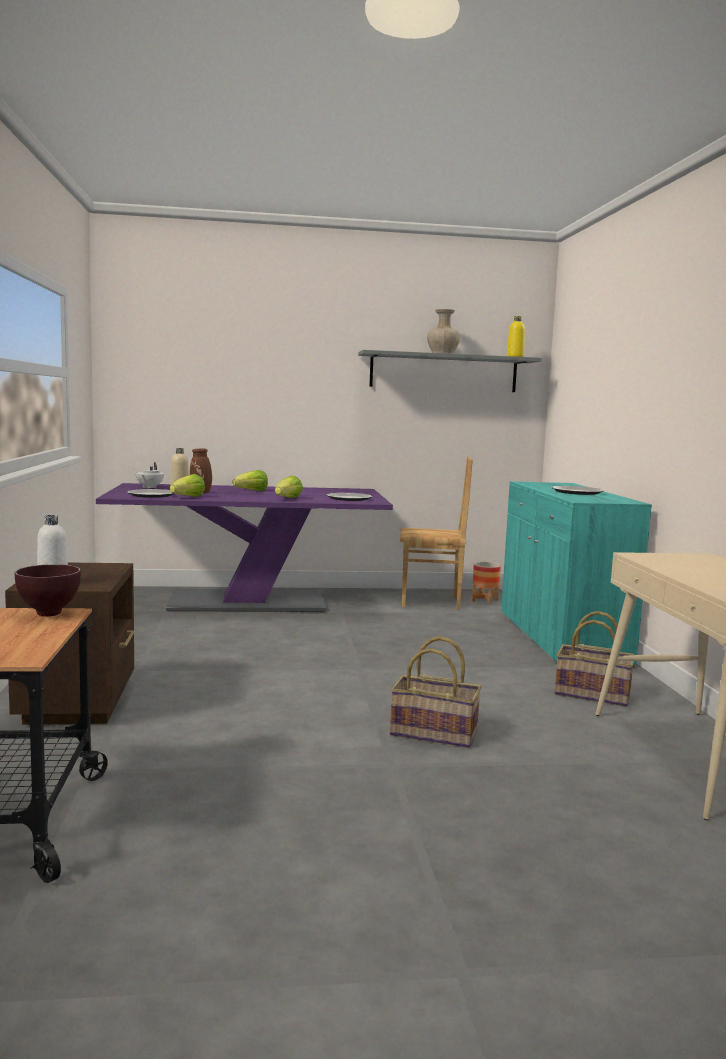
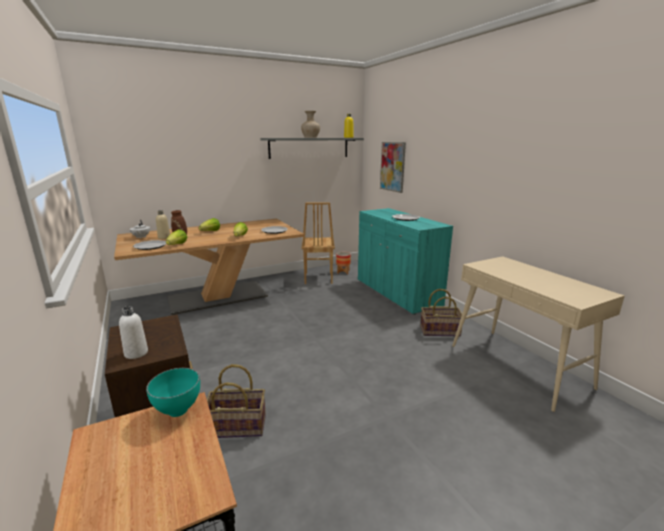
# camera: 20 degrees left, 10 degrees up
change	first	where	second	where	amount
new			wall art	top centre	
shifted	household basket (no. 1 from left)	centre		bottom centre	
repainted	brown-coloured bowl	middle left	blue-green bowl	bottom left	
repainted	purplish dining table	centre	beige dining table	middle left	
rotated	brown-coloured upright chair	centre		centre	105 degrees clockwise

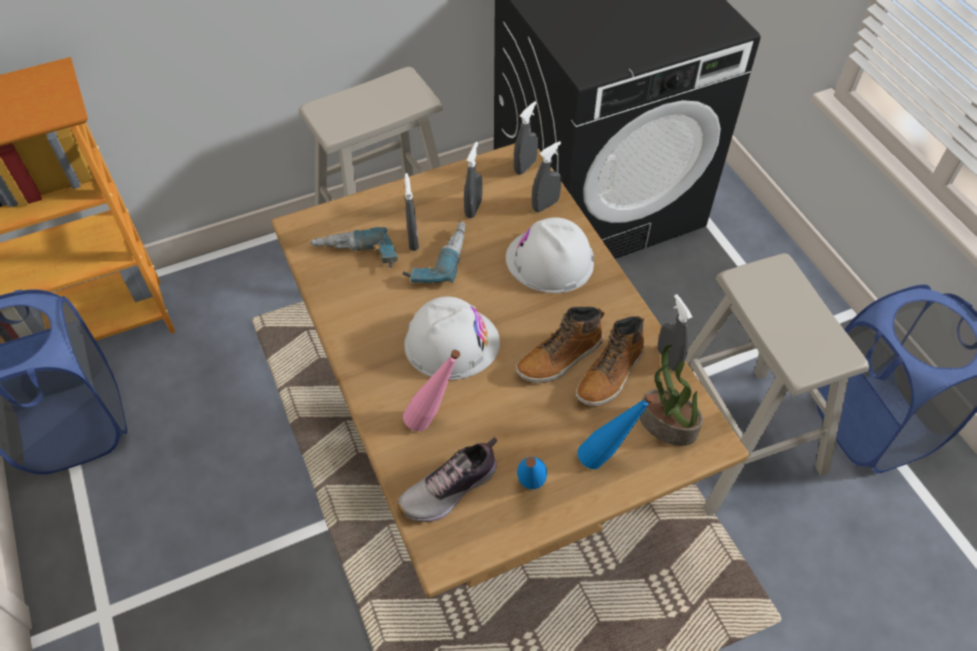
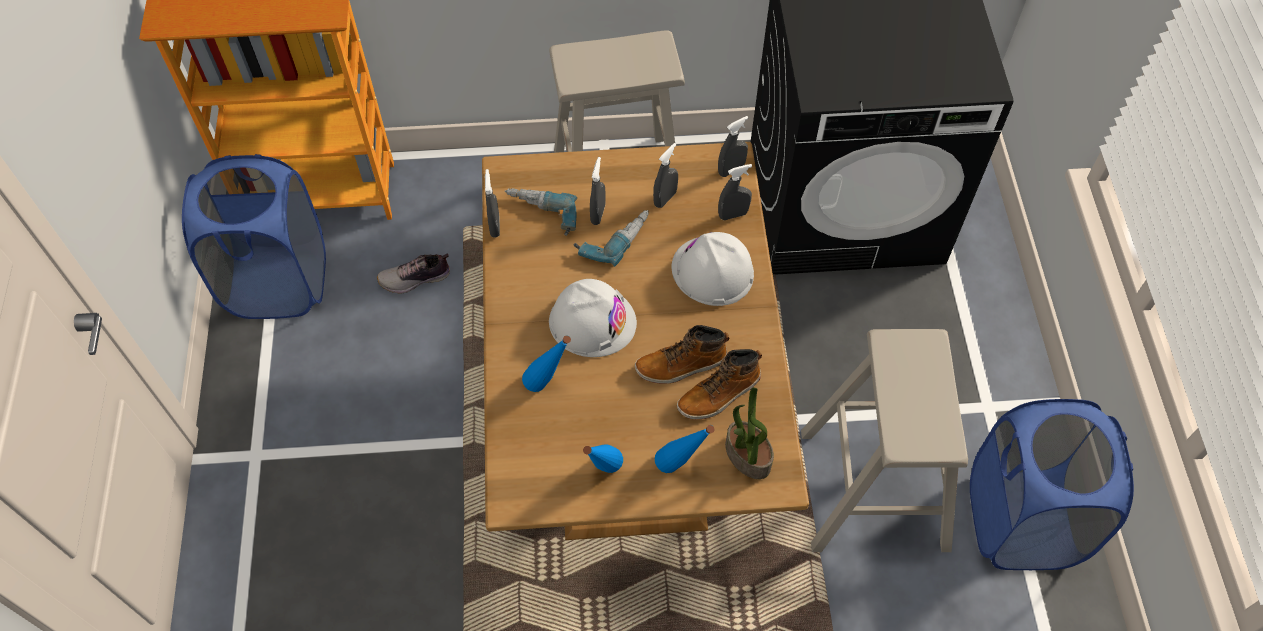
# camera: 20 degrees right, 5 degrees up
change	first	where	second	where	amount
shifted	low shoe	bottom centre		middle left	
shifted	gray sprayer (no. 5 from left in the first image)	middle right	gray sprayer (no. 1 from left)	top centre	
repainted	pink beverage bottle	centre	bluish beverage bottle (no. 1 from left)	centre	

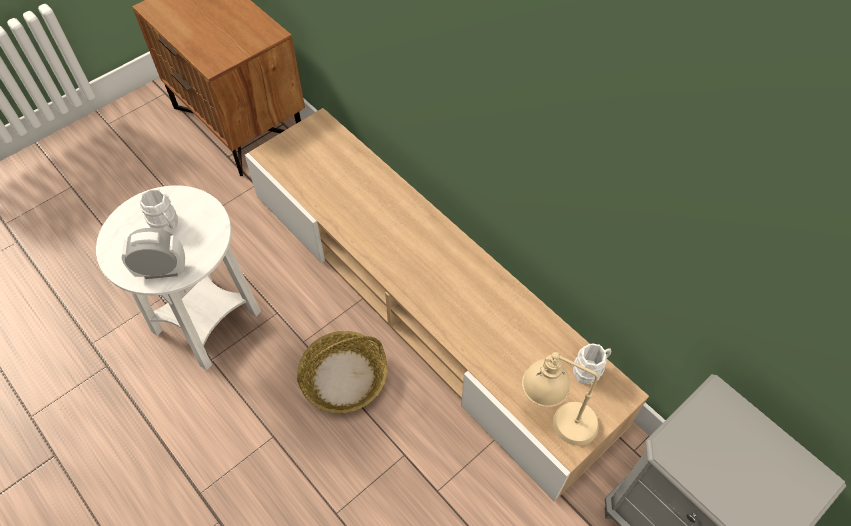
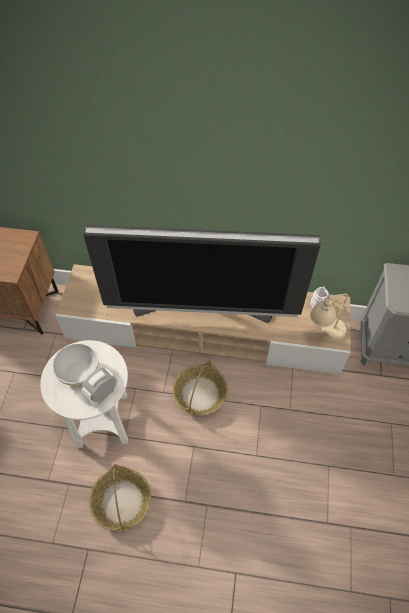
# camera: 40 degrees left, 0 degrees up
change	first	where	second	where	amount
new			television	centre	
new			household basket (no. 1 from left)	bottom left	
swapped	whitish coffee mug (no. 1 from left)	middle left	whitish bowl	middle left	

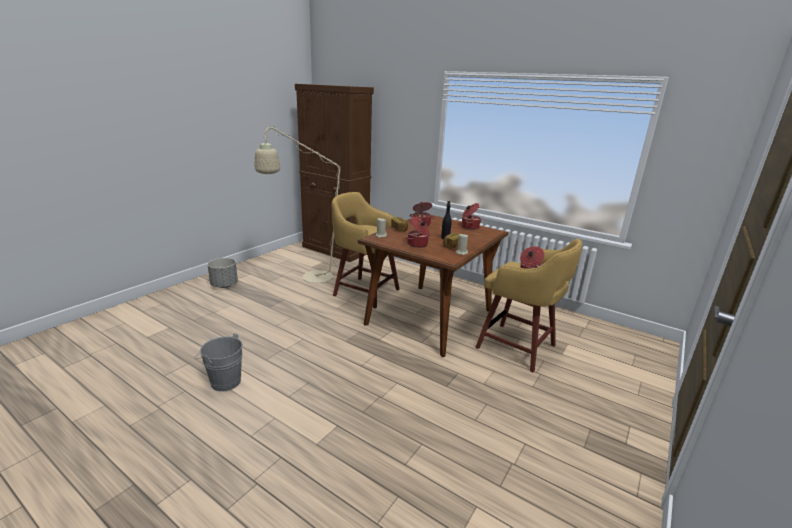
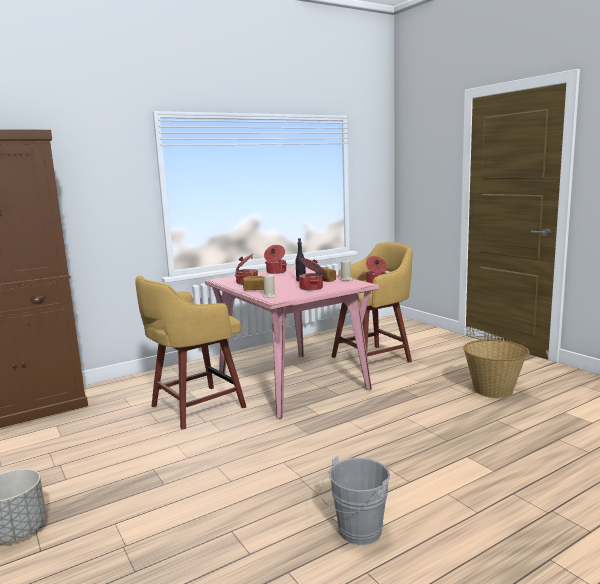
# camera: 65 degrees left, 10 degrees down
change	first	where	second	where	amount
gone	beige standing lamp	centre			
new			household basket	middle right	
repainted	brown-coloured dining table	centre	pink dining table	centre	

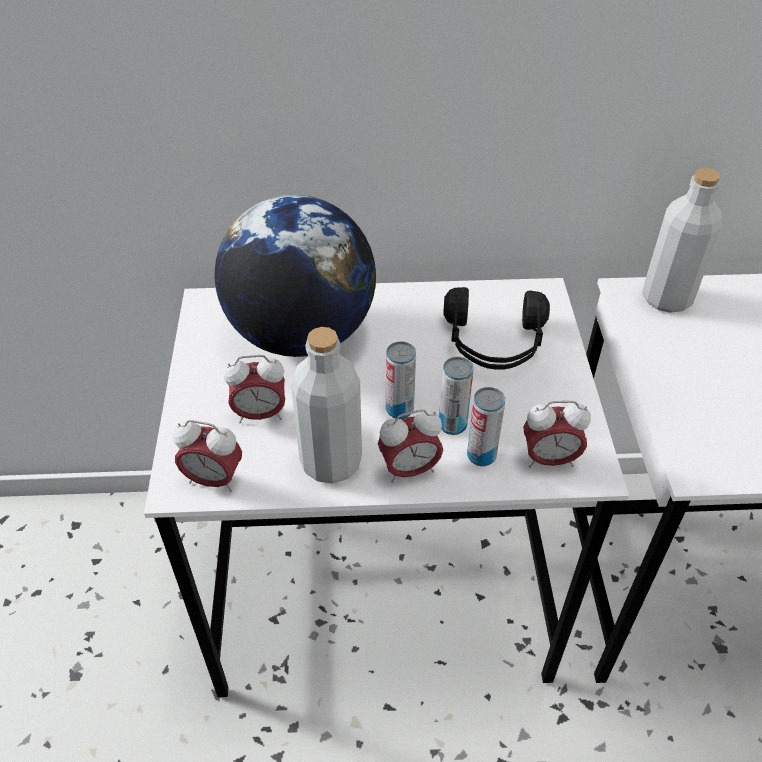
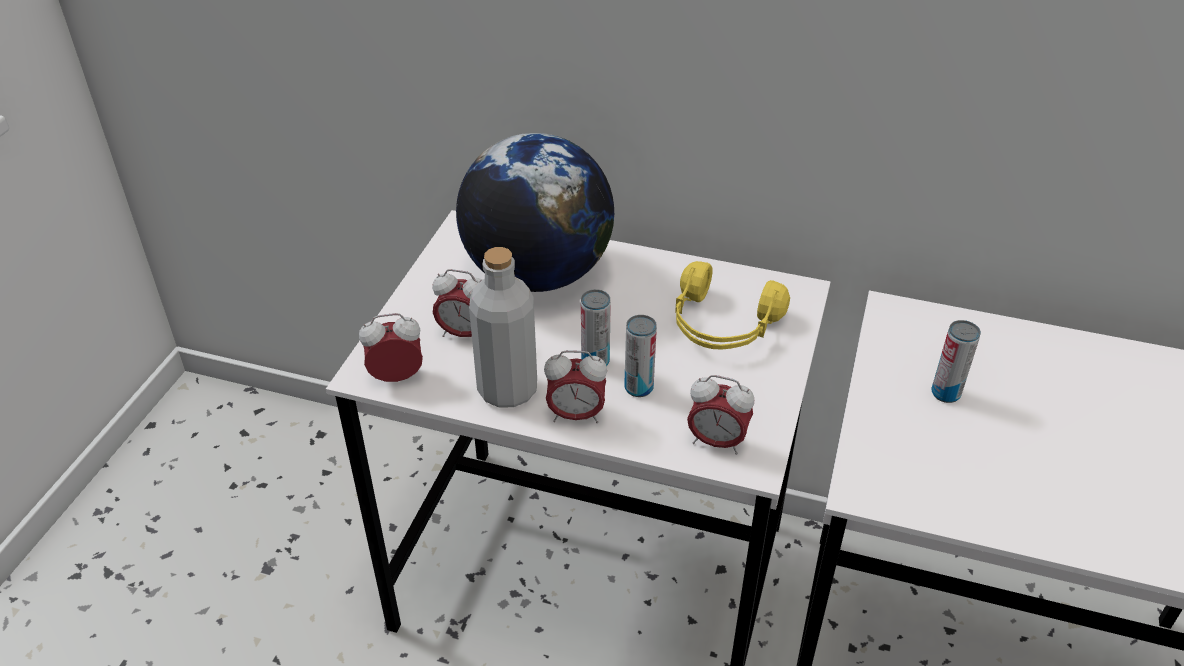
# camera: 20 degrees right, 5 degrees down
change	first	where	second	where	amount
gone	gray beverage bottle (no. 2 from left)	top right			
shifted	sealed can (no. 3 from left)	centre		middle right	
repainted	blackish pair of headphones	centre	yellow-coloured pair of headphones	centre	
rotated	table clock (no. 1 from left)	middle left		middle left	135 degrees clockwise

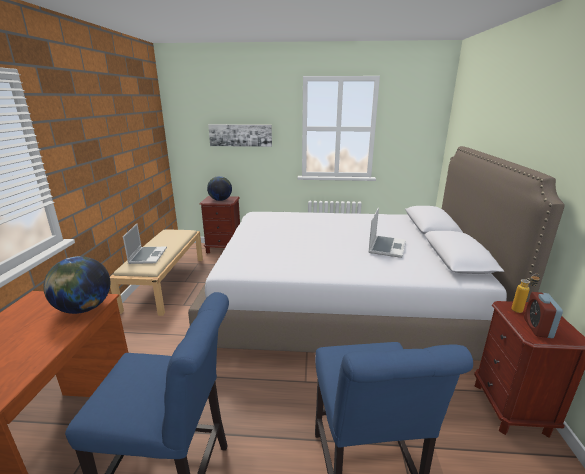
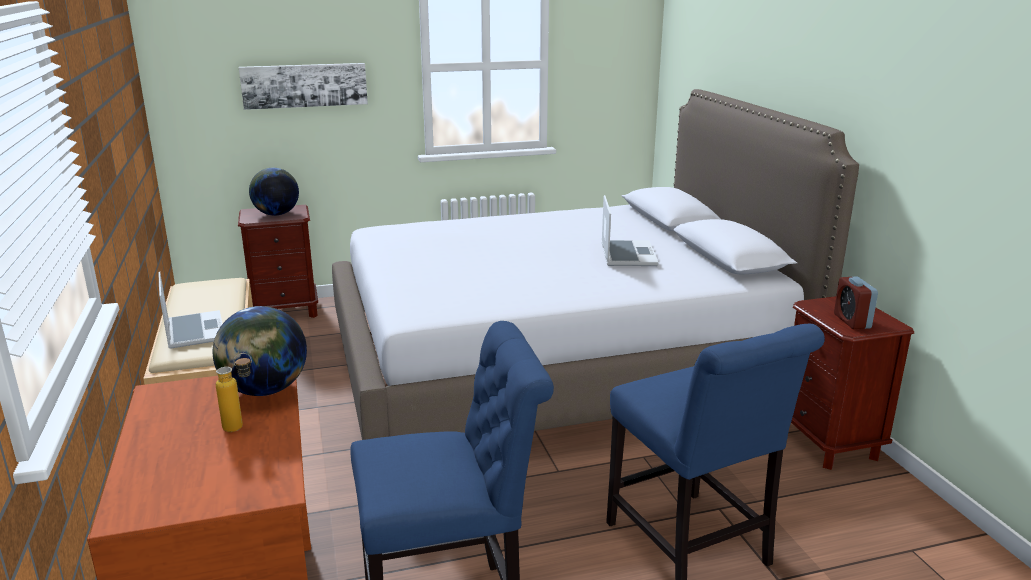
# camera: 20 degrees left, 0 degrees up
change	first	where	second	where	amount
shifted	beverage bottle	middle right		bottom left	

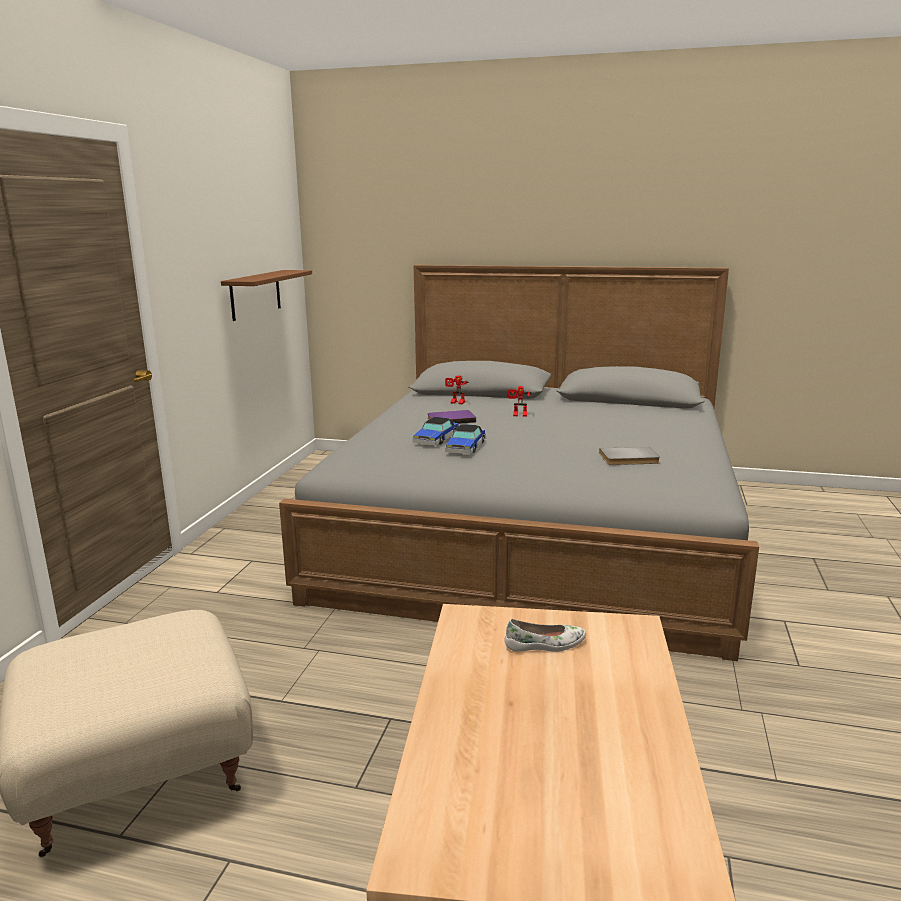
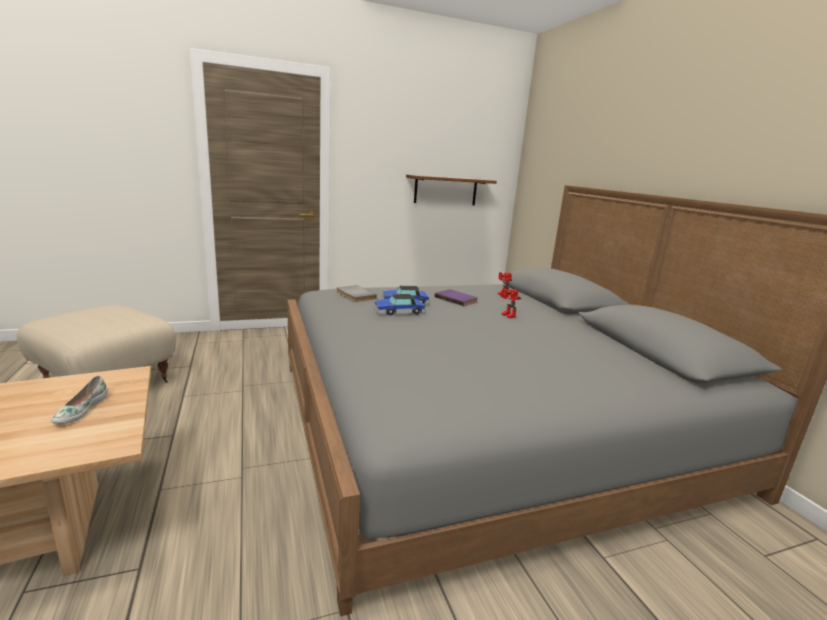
# camera: 55 degrees right, 0 degrees up
change	first	where	second	where	amount
shifted	gray bound book	middle right		centre	
rotated	whitish low shoe	bottom centre		middle left	45 degrees clockwise

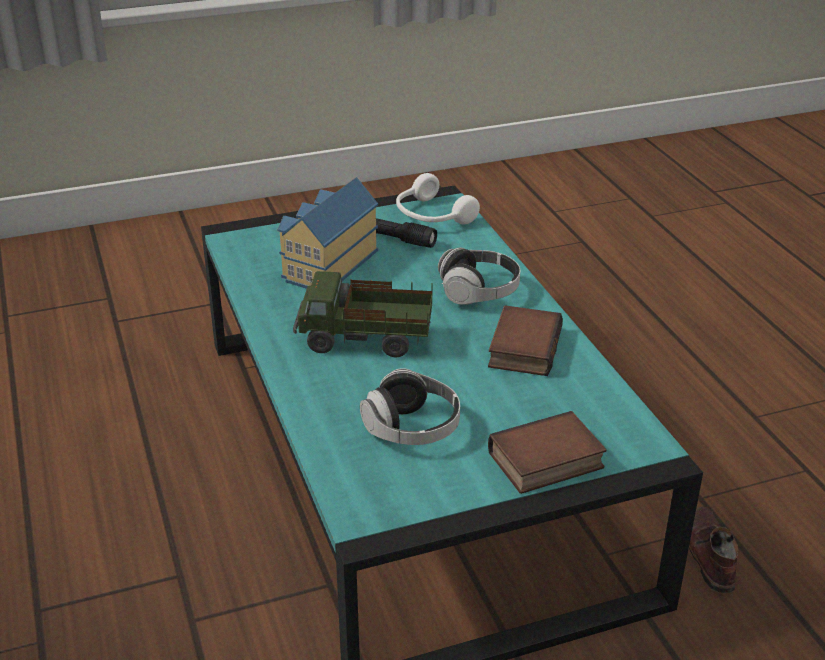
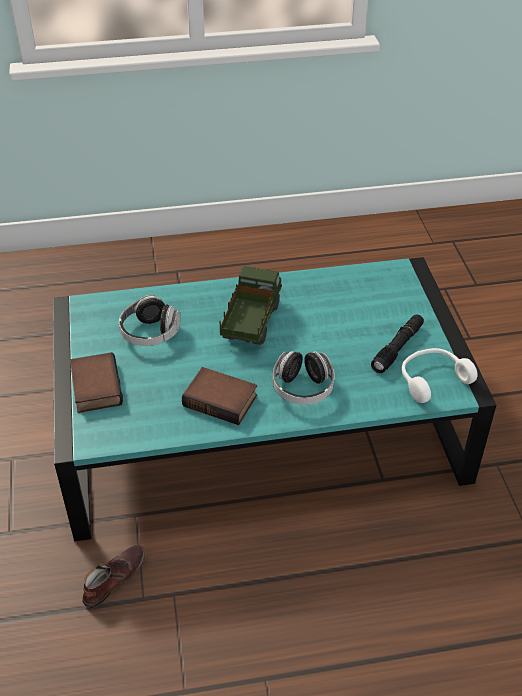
# camera: 100 degrees right, 10 degrees up
change	first	where	second	where	amount
gone	miniature house	centre			
rotated	brown-coloured low shoe	bottom right		bottom left	60 degrees counterclockwise

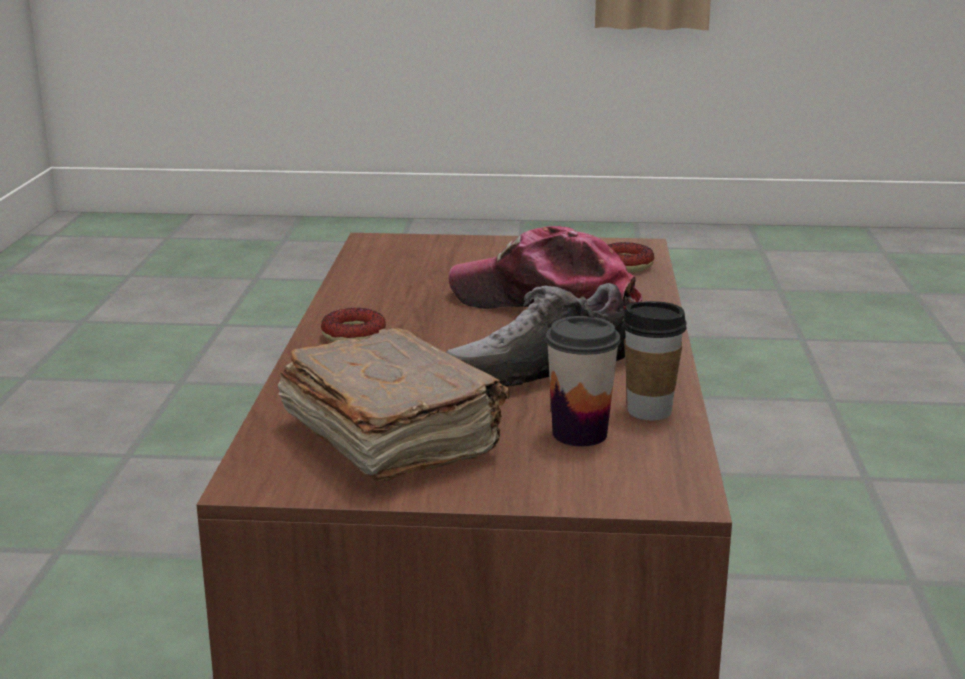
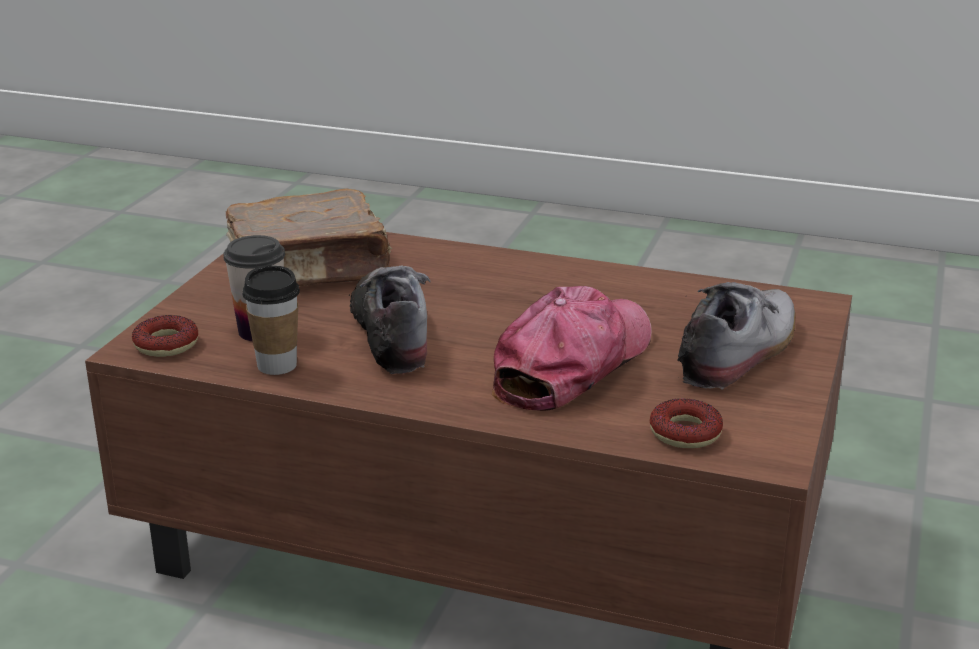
# camera: 105 degrees right, 5 degrees up
change	first	where	second	where	amount
new			low shoe (no. 2 from left)	middle right	
shifted	donut (no. 1 from left)	centre		middle left	

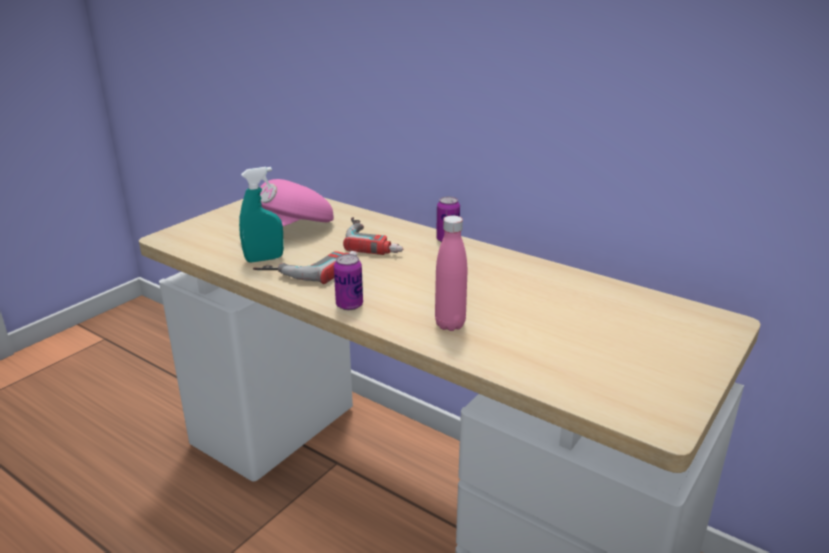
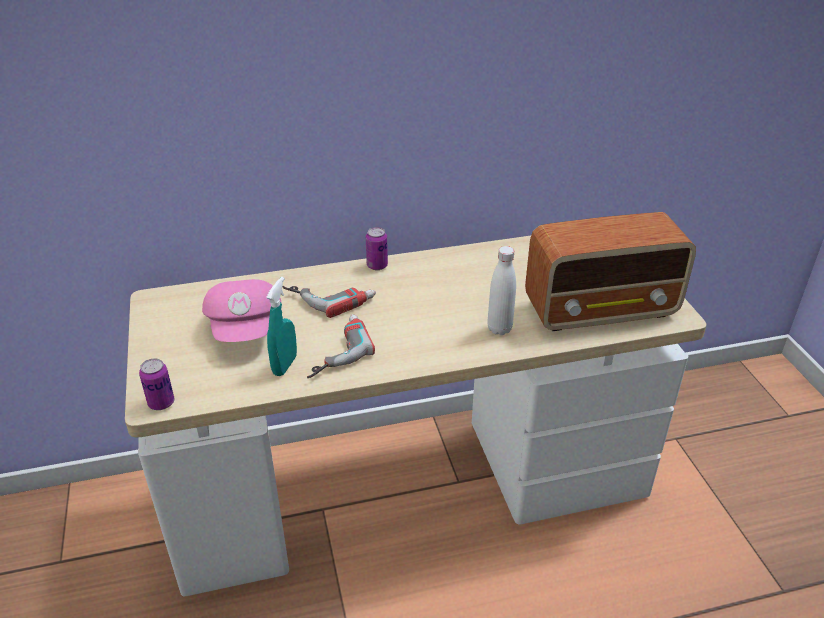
# camera: 50 degrees left, 10 degrees up
change	first	where	second	where	amount
new			radio receiver	middle right	
shifted	sealed can (no. 1 from left)	centre		middle left	
repainted	pink beverage bottle	centre	whitish beverage bottle	centre	

